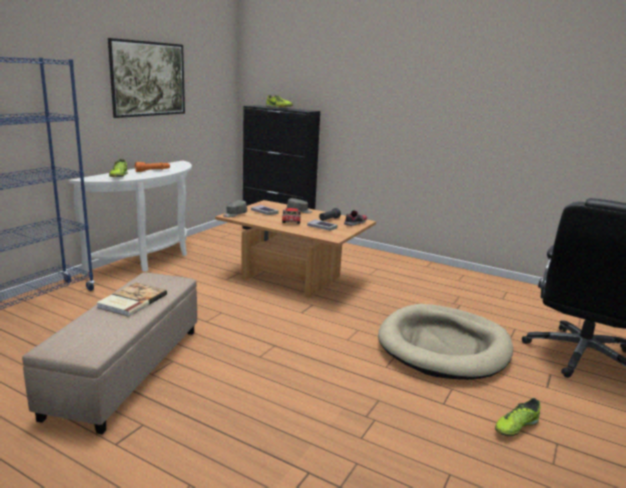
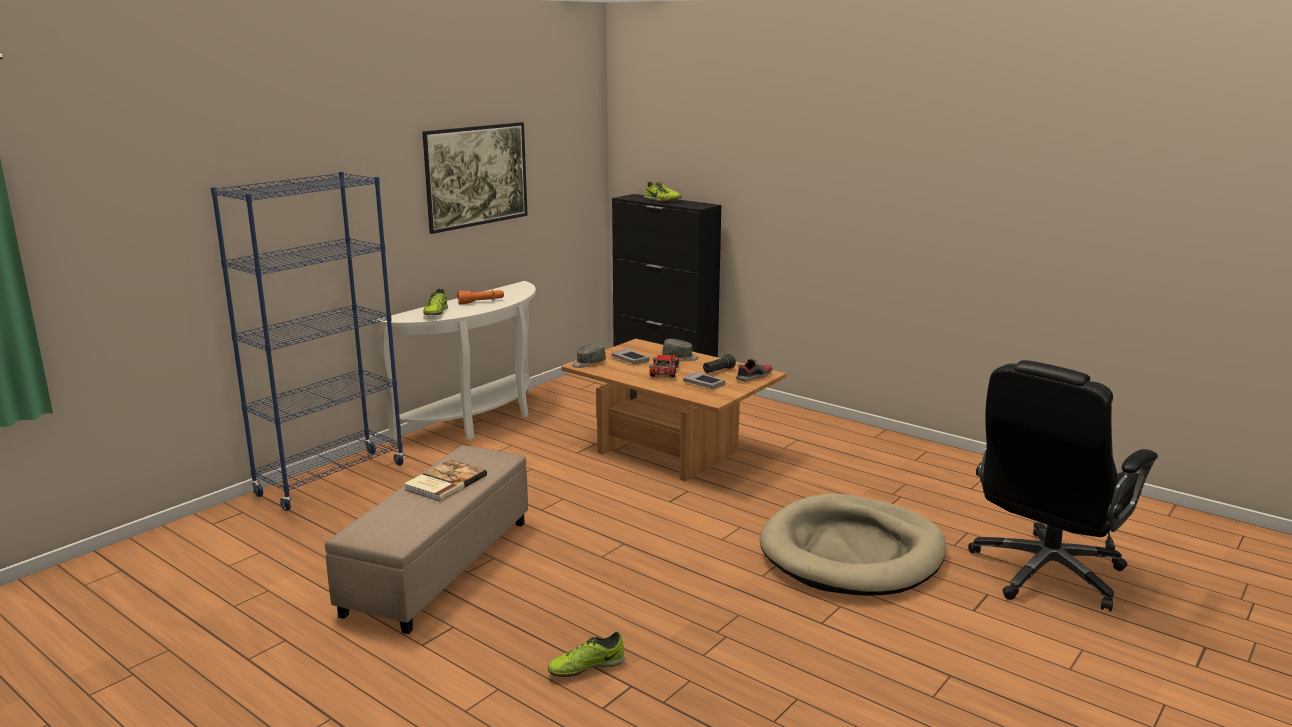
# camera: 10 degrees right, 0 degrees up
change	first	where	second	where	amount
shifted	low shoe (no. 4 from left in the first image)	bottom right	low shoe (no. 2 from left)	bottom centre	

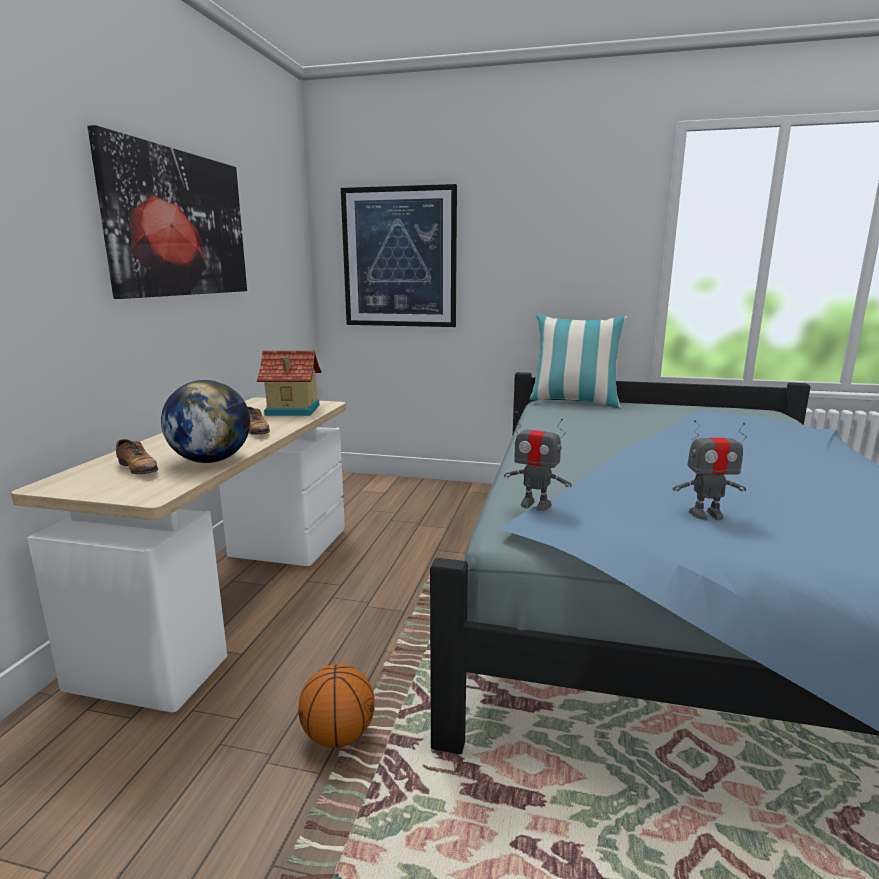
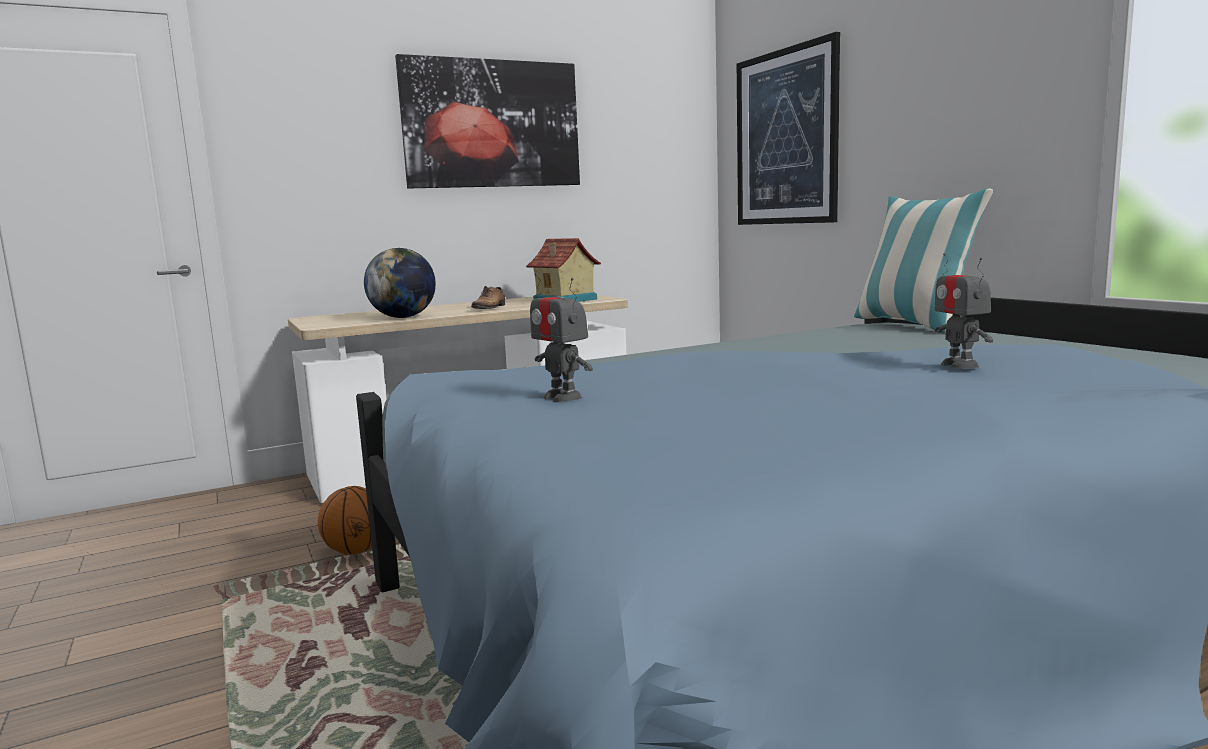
# camera: 50 degrees right, 5 degrees down
change	first	where	second	where	amount
gone	low shoe (no. 1 from left)	middle left			
shifted	toy robot (no. 1 from left in the first image)	centre	toy robot (no. 2 from left)	middle right	

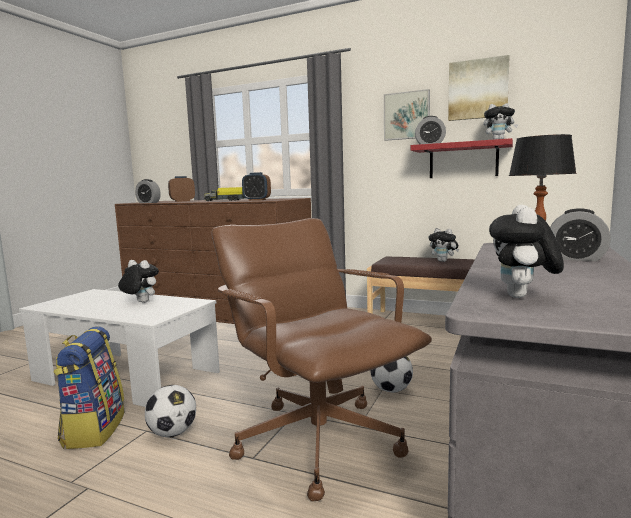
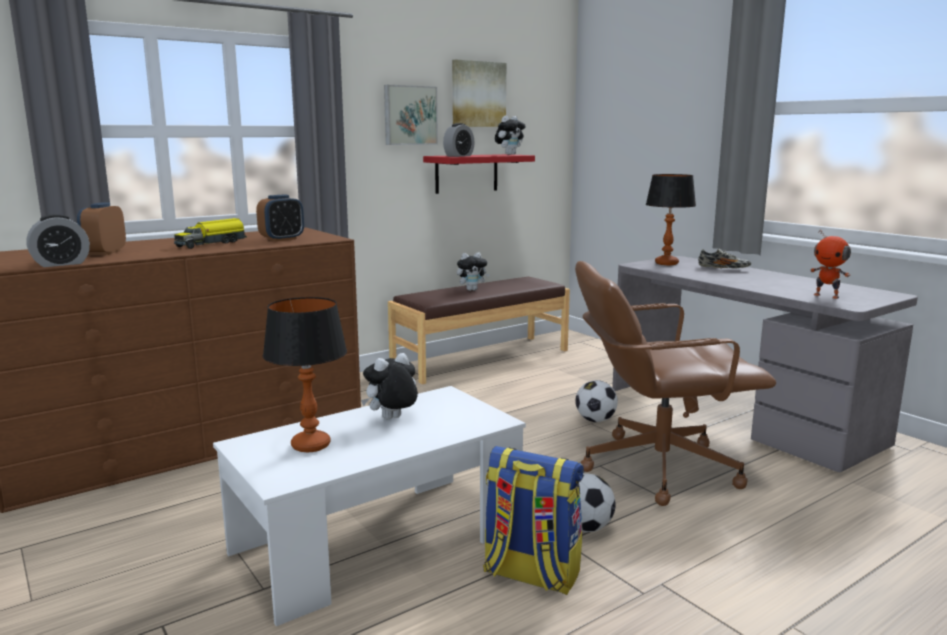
# camera: 60 degrees left, 5 degrees up
change	first	where	second	where	amount
new			lamp for a table (no. 1 from left)	middle left	
swapped	cuddly toy (no. 4 from left)	middle right	toy robot	middle right	
swapped	table clock (no. 5 from left)	middle right	low shoe	middle right	

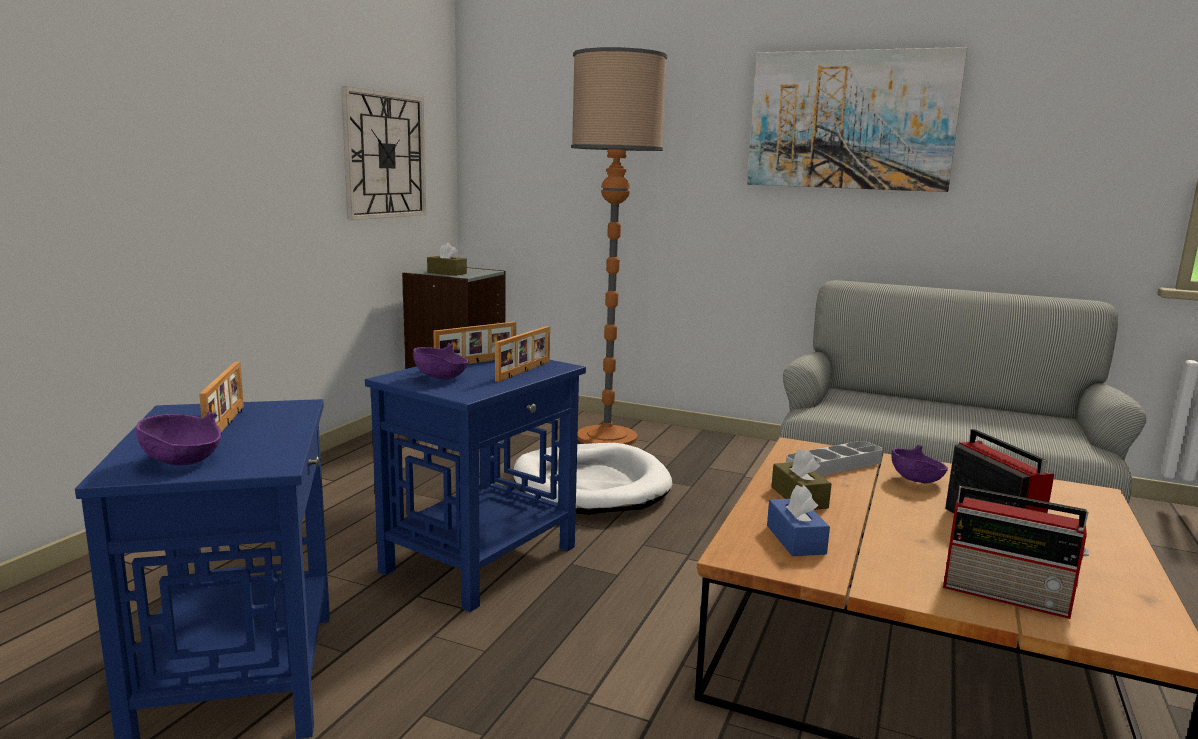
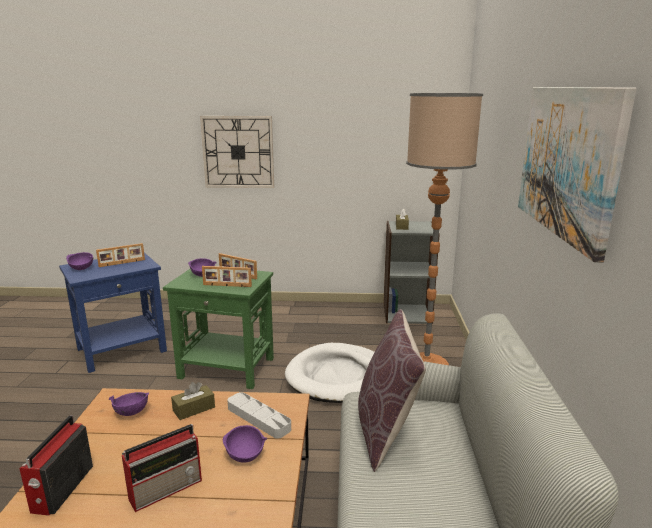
# camera: 70 degrees right, 5 degrees up
change	first	where	second	where	amount
new			brown-coloured cushion	bottom centre	
shifted	clock on the wall	top left		top centre	
swapped	bluish tissue holder	bottom centre	purplish bowl (no. 2 from left)	bottom left	
repainted	bluish side table (no. 2 from left)	centre	green side table	centre	

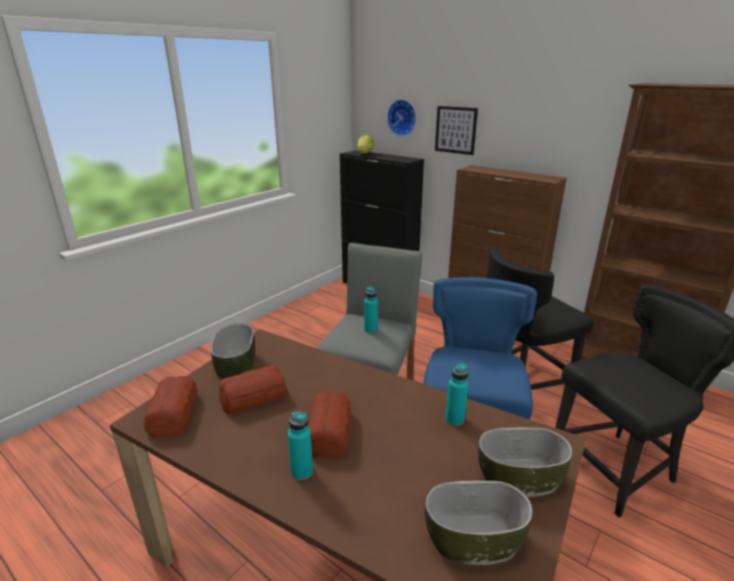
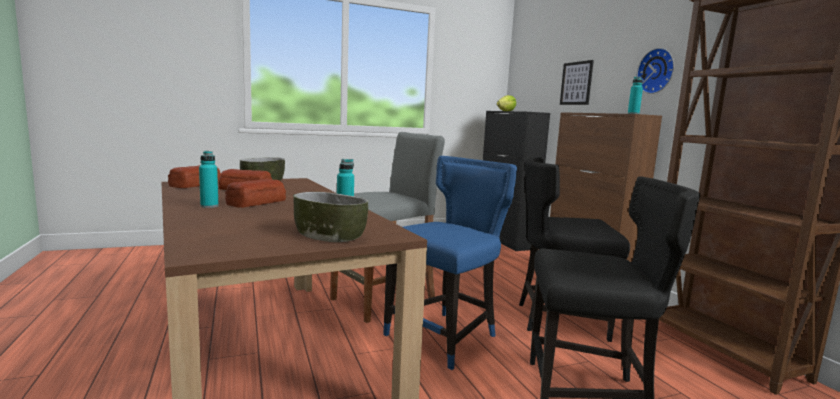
# camera: 30 degrees right, 15 degrees down
change	first	where	second	where	amount
gone	bowl (no. 2 from left)	bottom centre			
shifted	blue-green beverage bottle (no. 2 from left in the first image)	centre	blue-green beverage bottle (no. 3 from left)	top right	
shifted	clock on the wall	top centre		top right	

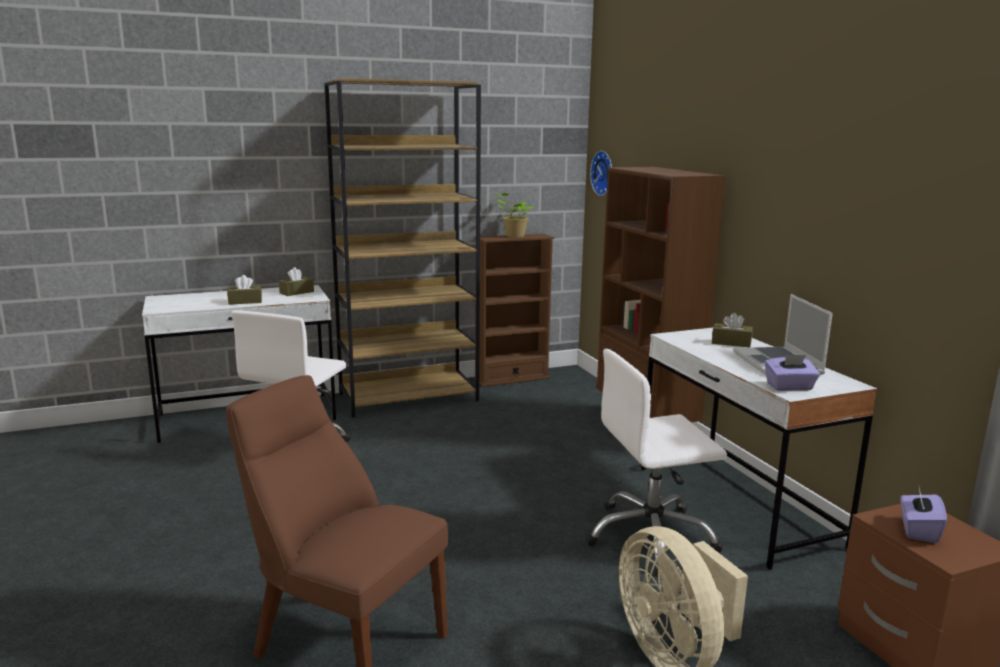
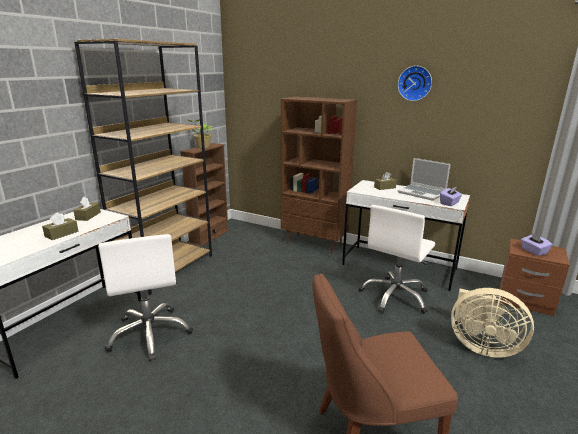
# camera: 40 degrees left, 5 degrees up
change	first	where	second	where	amount
shifted	clock on the wall	top centre		top right	

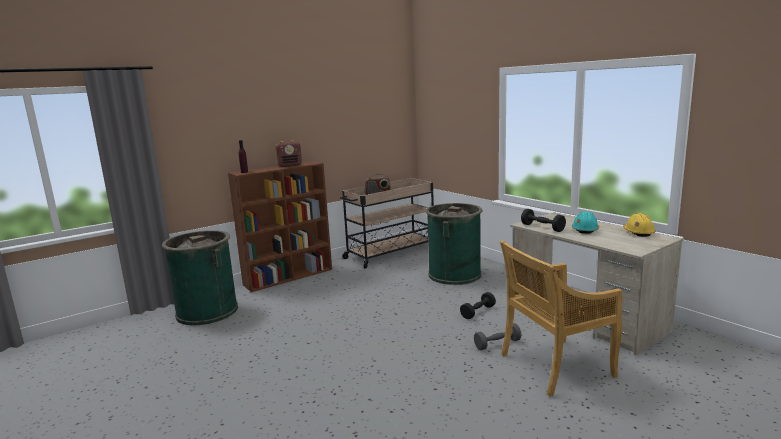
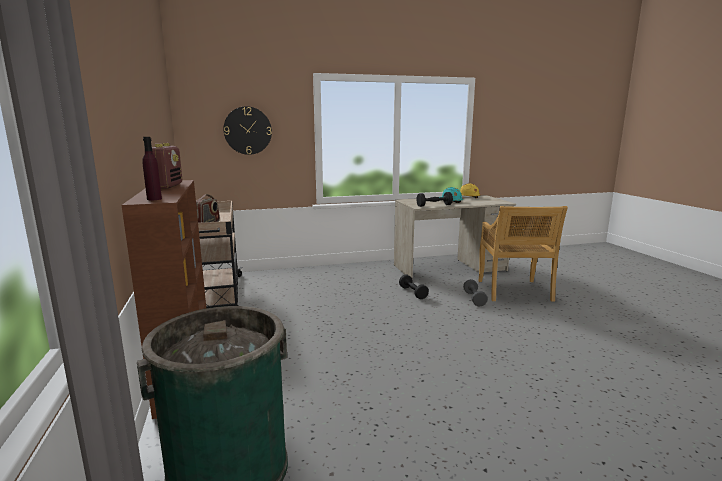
# camera: 70 degrees left, 0 degrees up
change	first	where	second	where	amount
gone	green waste bin (no. 2 from left)	centre			
new			clock on the wall	top centre	

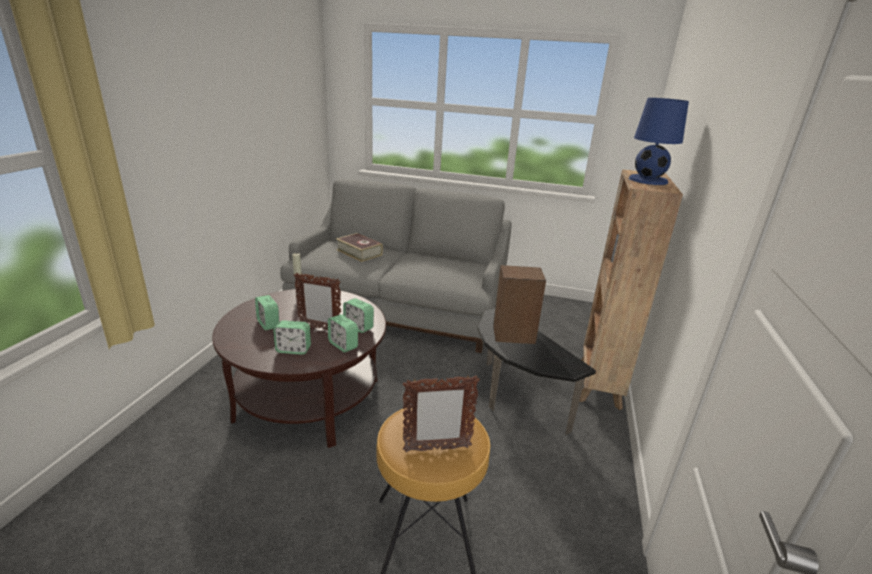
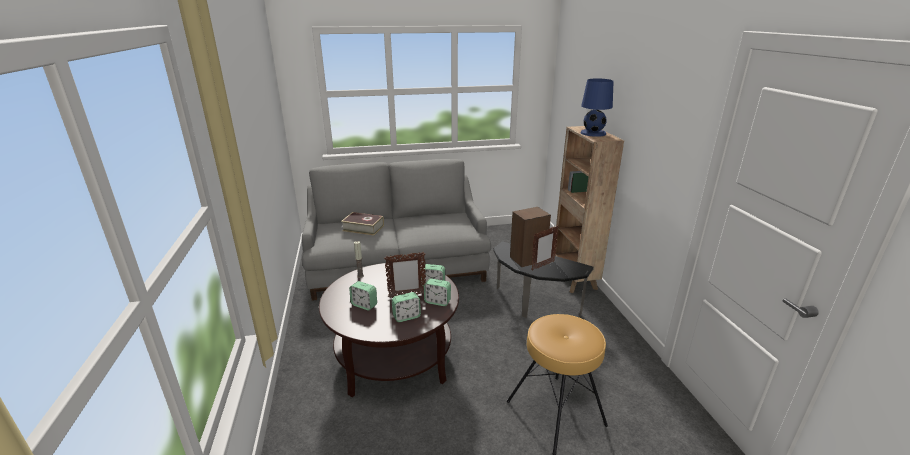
# camera: 25 degrees left, 0 degrees up
change	first	where	second	where	amount
shifted	picture frame (no. 2 from left)	bottom centre		centre	

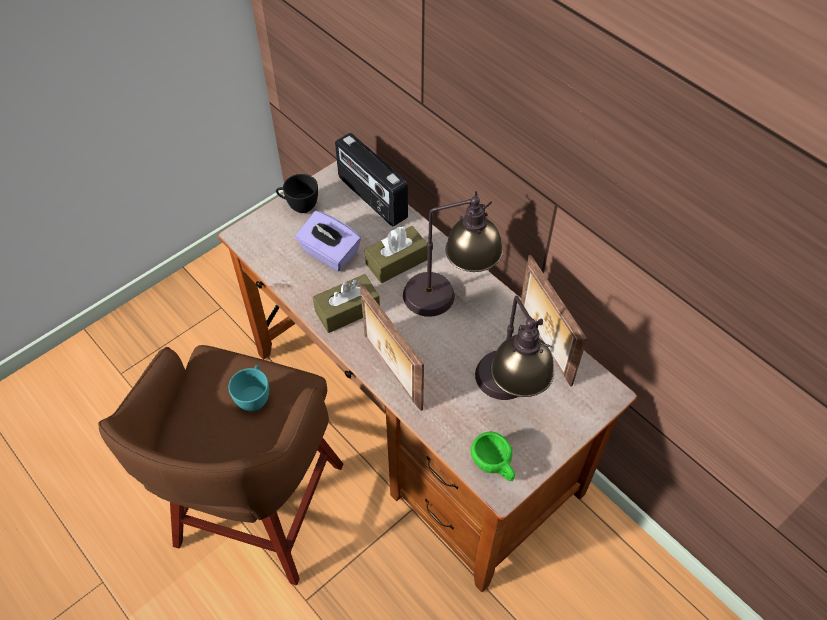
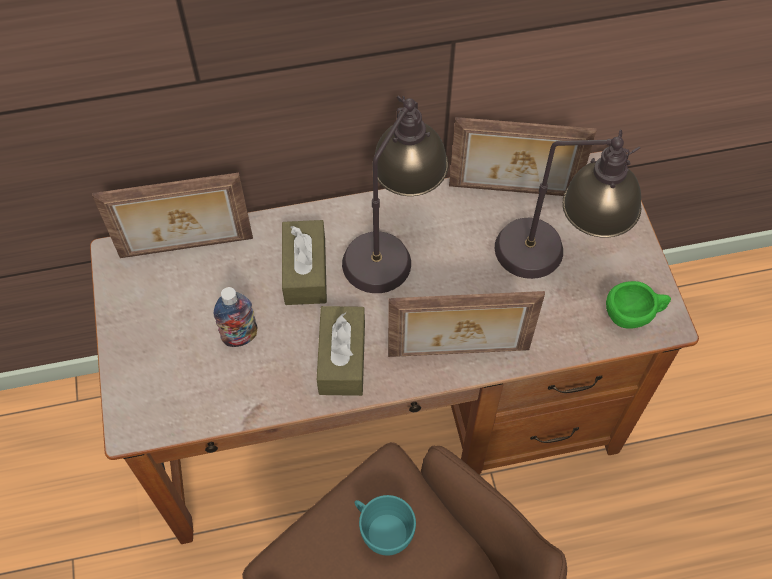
# camera: 60 degrees left, 5 degrees up
change	first	where	second	where	amount
gone	blackish cup	top centre			
swapped	purplish tissue holder	centre	beverage bottle	middle left	
swapped	radio receiver	top centre	picture frame (no. 1 from left)	middle left	

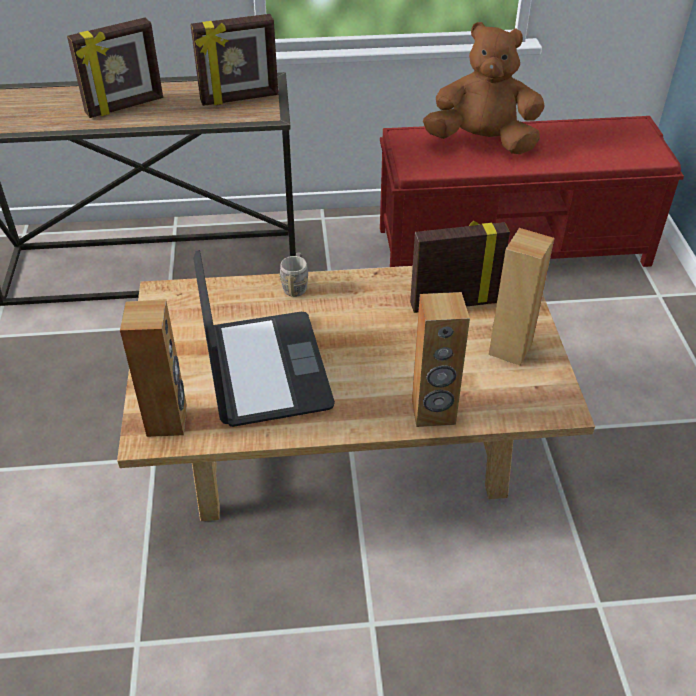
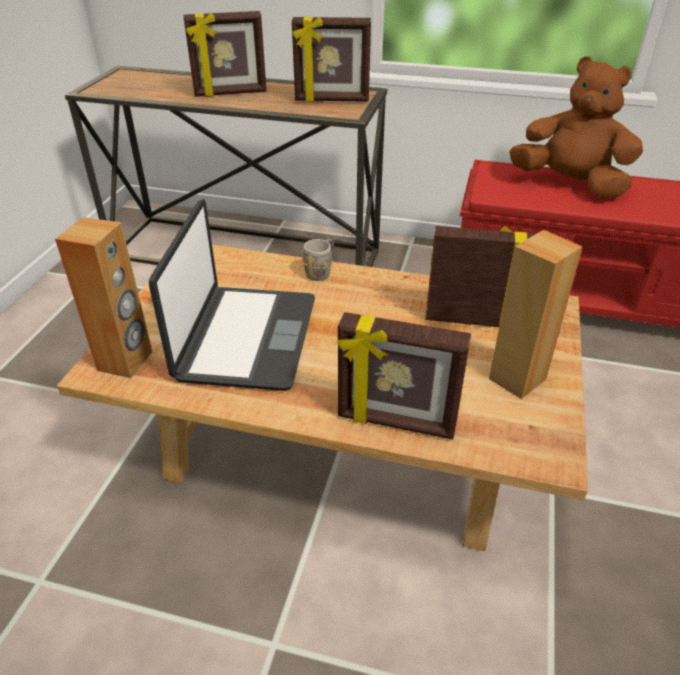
# camera: 20 degrees right, 5 degrees down
change	first	where	second	where	amount
swapped	brown-coloured audio speaker (no. 2 from left)	centre	picture frame (no. 3 from left)	centre	

